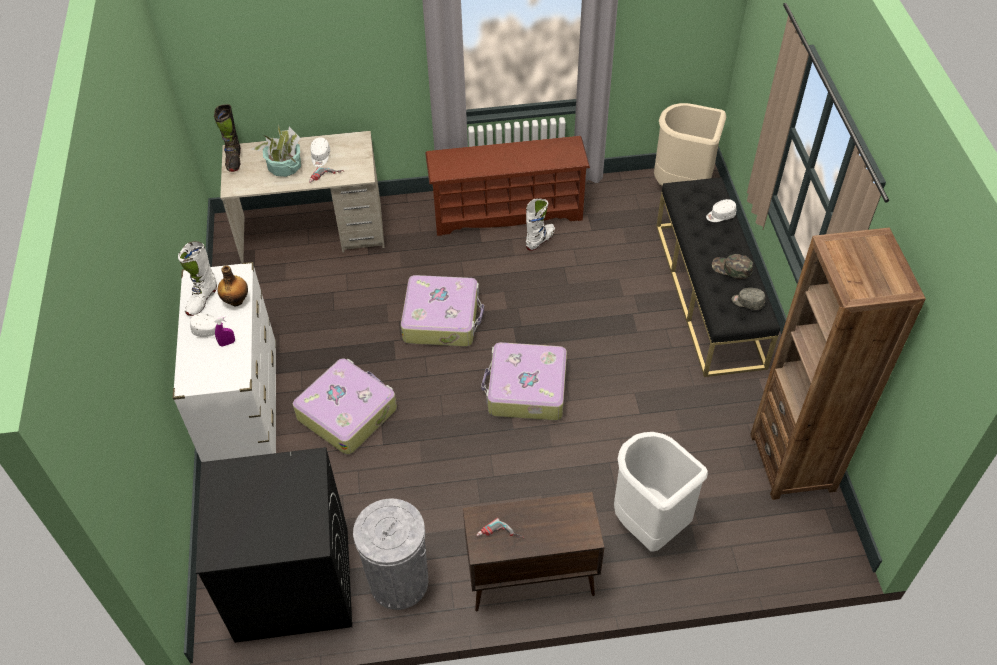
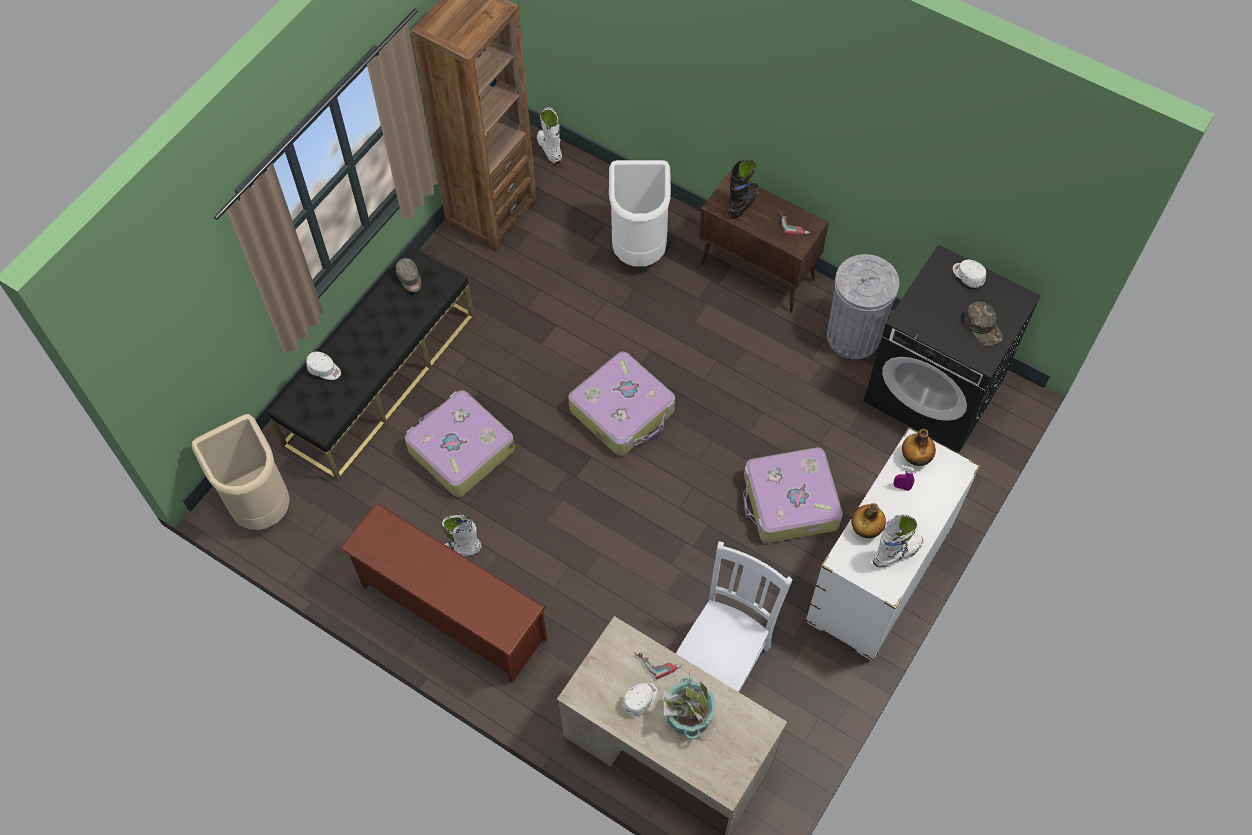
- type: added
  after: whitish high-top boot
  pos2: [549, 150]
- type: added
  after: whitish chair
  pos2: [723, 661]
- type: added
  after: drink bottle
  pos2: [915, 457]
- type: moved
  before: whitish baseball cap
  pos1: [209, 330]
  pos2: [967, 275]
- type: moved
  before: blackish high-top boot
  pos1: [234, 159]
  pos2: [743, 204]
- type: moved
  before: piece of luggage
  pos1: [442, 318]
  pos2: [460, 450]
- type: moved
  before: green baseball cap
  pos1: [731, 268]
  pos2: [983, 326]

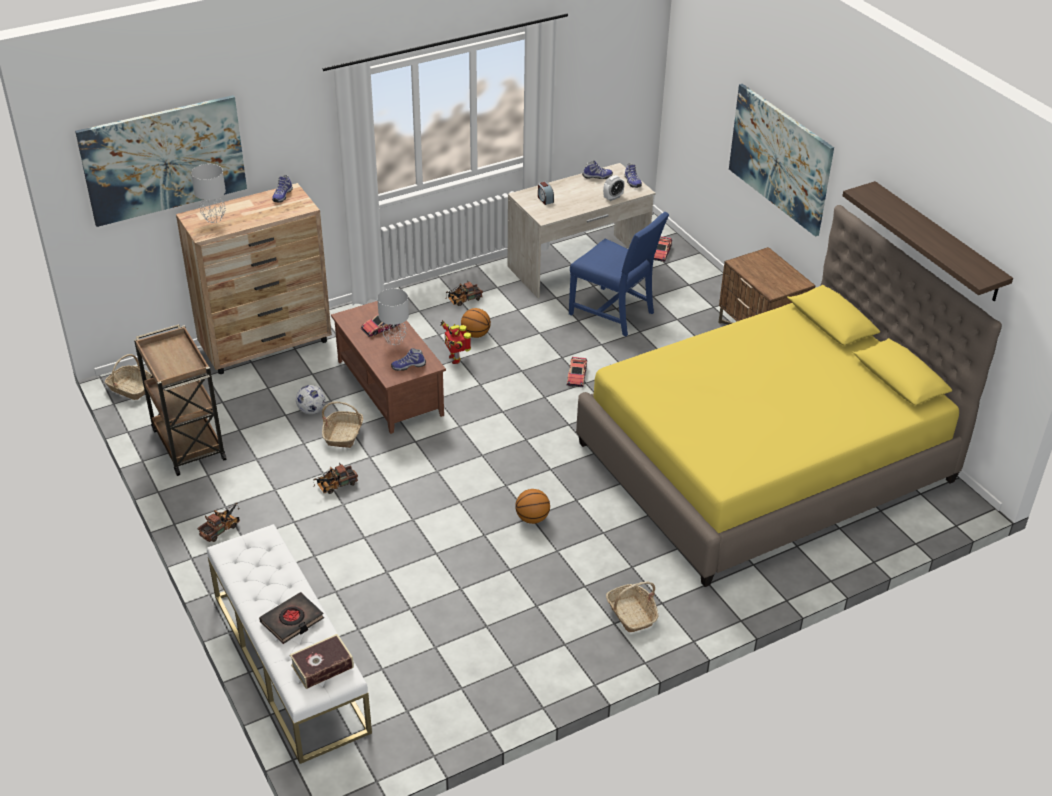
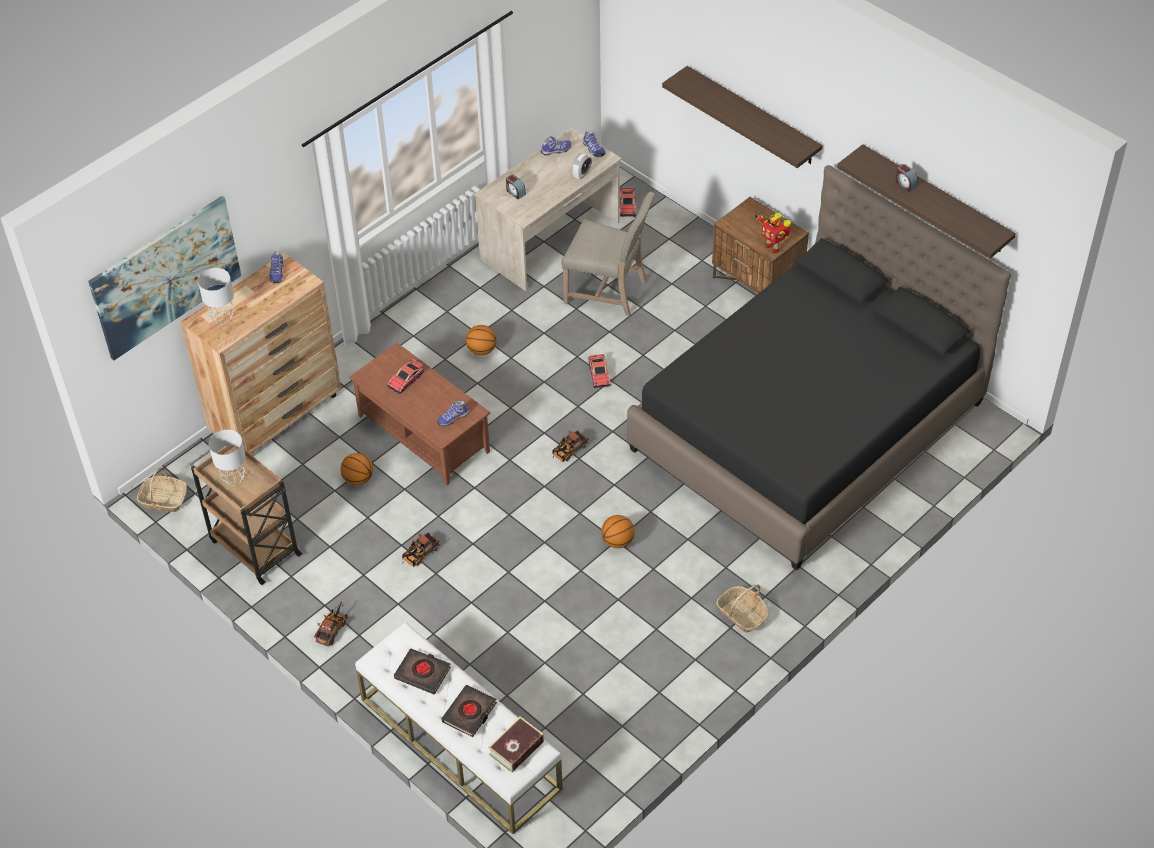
- type: removed
  before: storage basket
  pos1: [343, 434]
- type: added
  after: blackish volume
  pos2: [423, 673]
- type: added
  after: bedside clock
  pos2: [905, 184]
- type: moved
  before: greyish table lamp
  pos1: [394, 340]
  pos2: [233, 479]
- type: moved
  before: model robot
  pos1: [455, 358]
  pos2: [772, 247]
- type: moved
  before: toy truck
  pos1: [463, 300]
  pos2: [568, 452]
- type: replaced
  before: football ball
  after: basketball
  pos1: [311, 410]
  pos2: [358, 479]
- type: replaced
  before: picture
  after: wall shelf
  pos1: [780, 158]
  pos2: [752, 116]
- type: recoloured
  before: blue chair
  after: beige-coloured chair
  pos1: [614, 313]
  pos2: [608, 291]
- type: recoloured
  before: yellow-coloured bedroom bed
  after: blackish bedroom bed
  pos1: [765, 462]
  pos2: [807, 426]

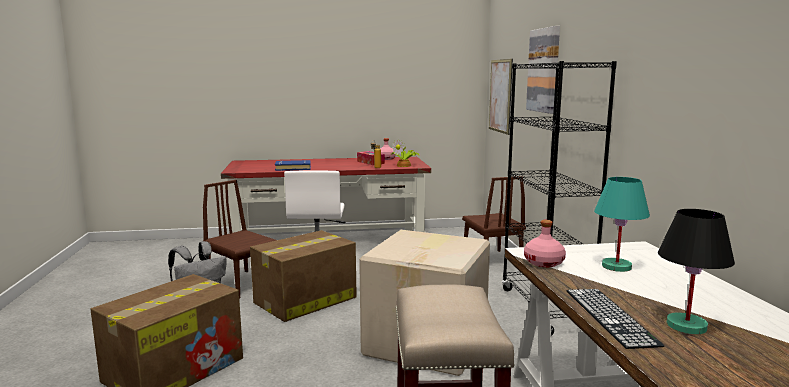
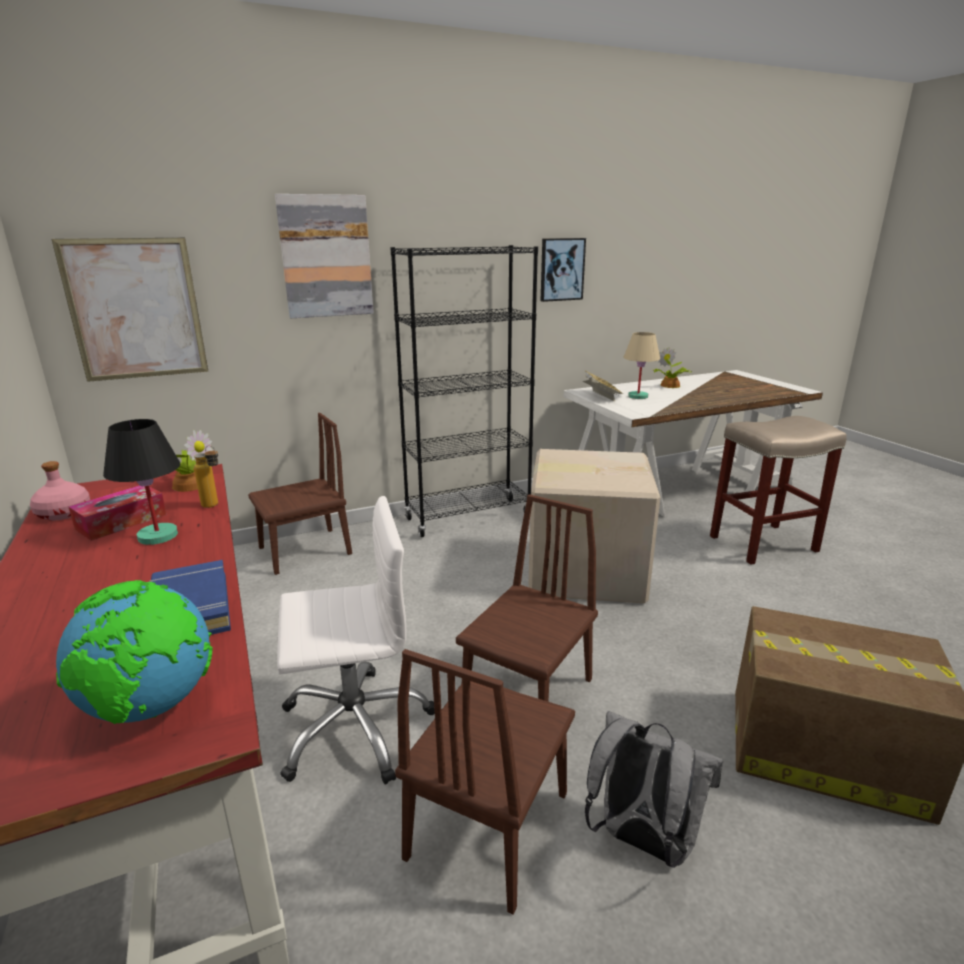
- type: removed
  before: pink drink bottle
  pos1: [544, 262]
- type: removed
  before: keyboard
  pos1: [610, 316]
- type: added
  after: globe
  pos2: [151, 707]
- type: added
  after: picture
  pos2: [561, 269]
- type: added
  after: volume
  pos2: [600, 396]
- type: added
  after: houseplant
  pos2: [670, 386]
- type: moved
  before: blackish table lamp
  pos1: [686, 326]
  pos2: [158, 536]
- type: replaced
  before: cardboard box
  after: brown chair
  pos1: [304, 300]
  pos2: [528, 694]
- type: recoloured
  before: blue-green table lamp
  after: beige-coloured table lamp
  pos1: [615, 266]
  pos2: [638, 396]

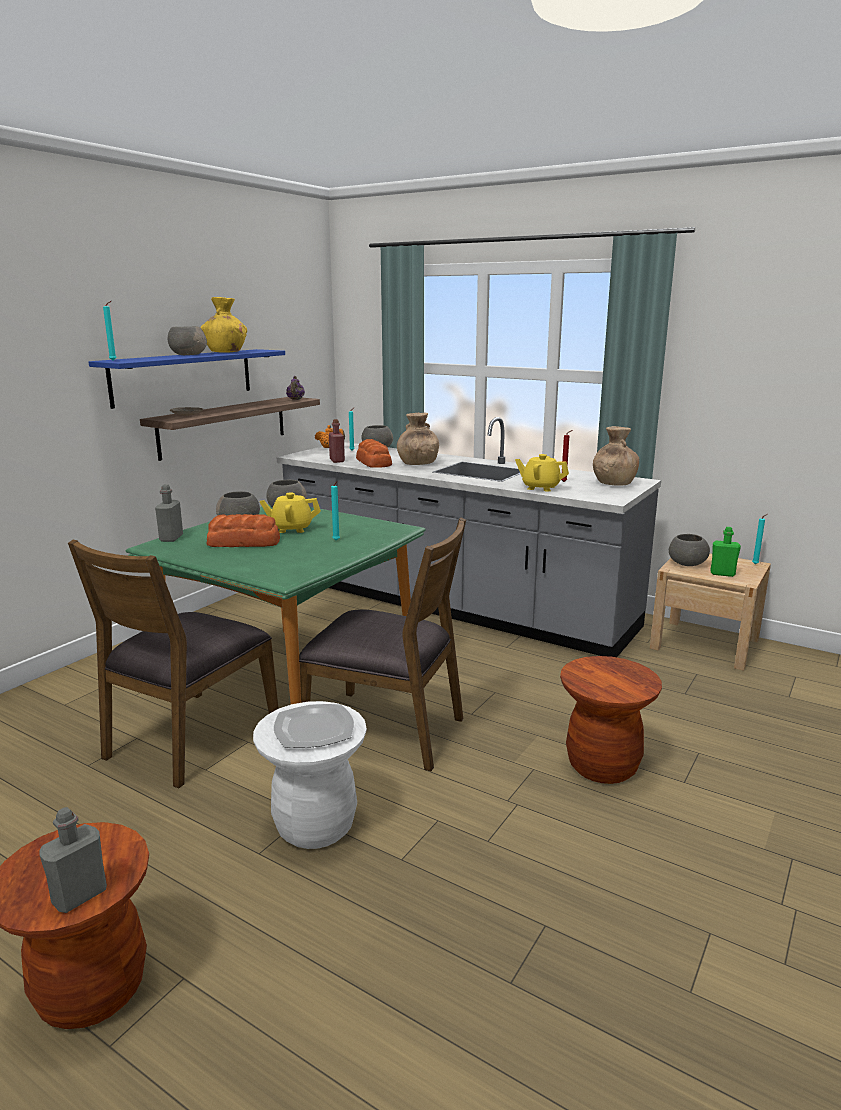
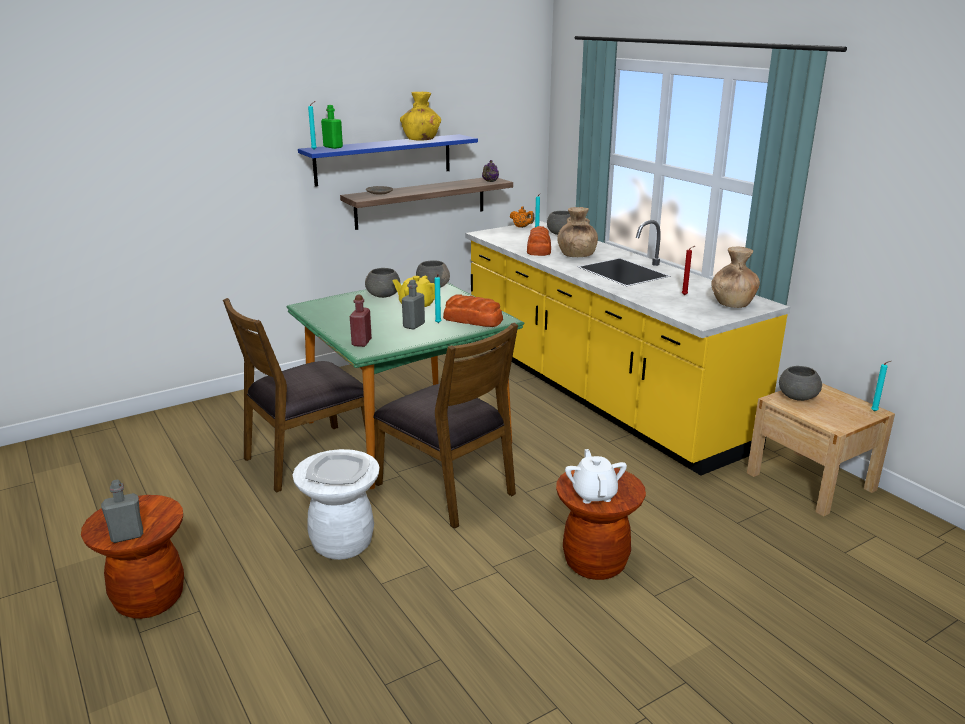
- type: removed
  before: greyish bowl
  pos1: [188, 355]
- type: removed
  before: yellow-coloured tea pot
  pos1: [540, 488]
- type: added
  after: whitish tea pot
  pos2: [594, 494]
- type: moved
  before: greyish drink bottle
  pos1: [171, 538]
  pos2: [414, 325]
- type: moved
  before: baked bread
  pos1: [244, 542]
  pos2: [473, 320]
- type: moved
  before: red-coloured drink bottle
  pos1: [337, 460]
  pos2: [361, 342]
- type: moved
  before: green drink bottle
  pos1: [722, 573]
  pos2: [333, 147]
- type: recoloured
  before: greyish counter
  after: yellow-coloured counter
  pos1: [453, 604]
  pos2: [596, 392]

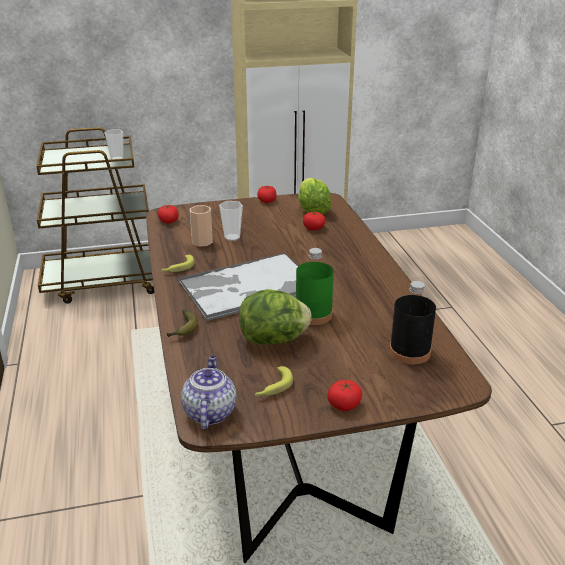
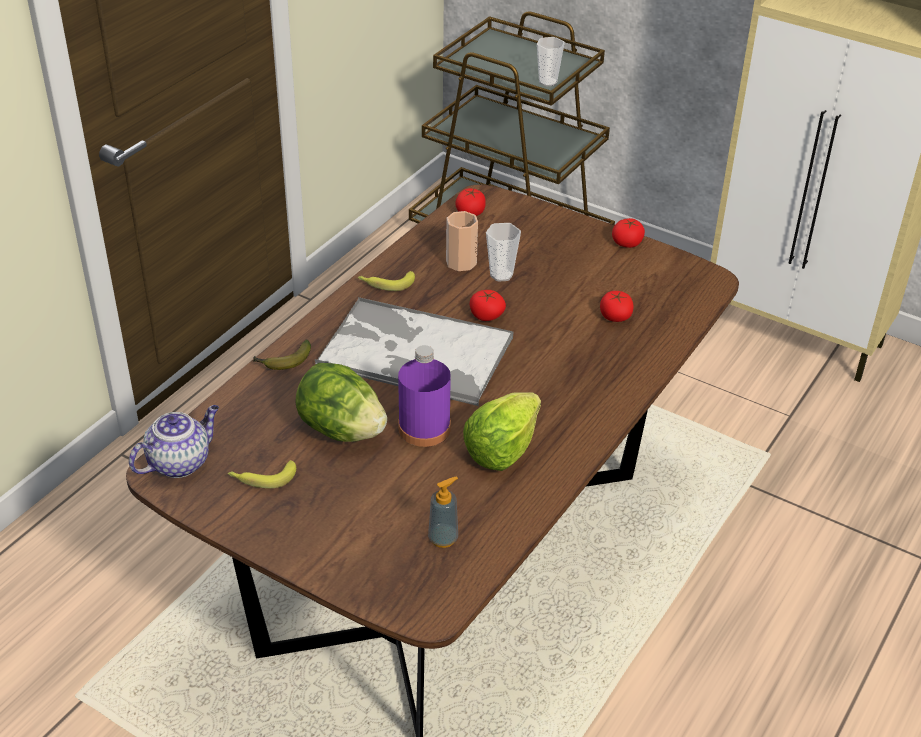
- type: moved
  before: lettuce head
  pos1: [312, 210]
  pos2: [502, 449]
- type: moved
  before: tomato
  pos1: [344, 404]
  pos2: [486, 315]
- type: replaced
  before: blackish drink bottle
  after: soap bottle
  pos1: [409, 352]
  pos2: [443, 538]
- type: recoloured
  before: green drink bottle
  after: purple-coloured drink bottle
  pos1: [313, 314]
  pos2: [424, 428]

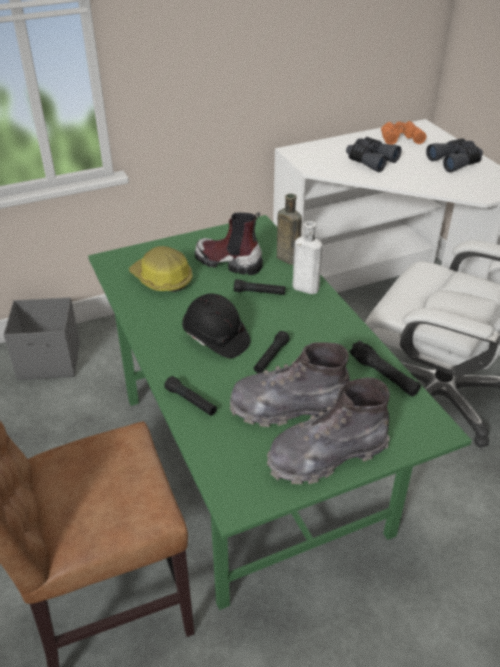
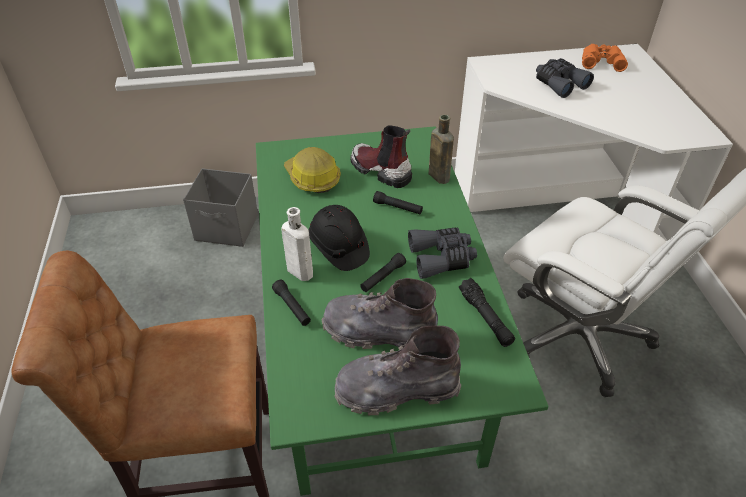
- type: moved
  before: whitish drink bottle
  pos1: [303, 287]
  pos2: [298, 271]
- type: moved
  before: greyish field glasses
  pos1: [455, 161]
  pos2: [441, 258]

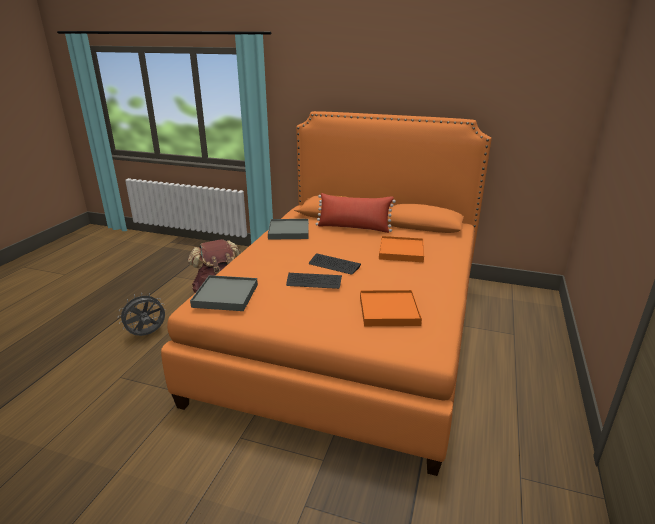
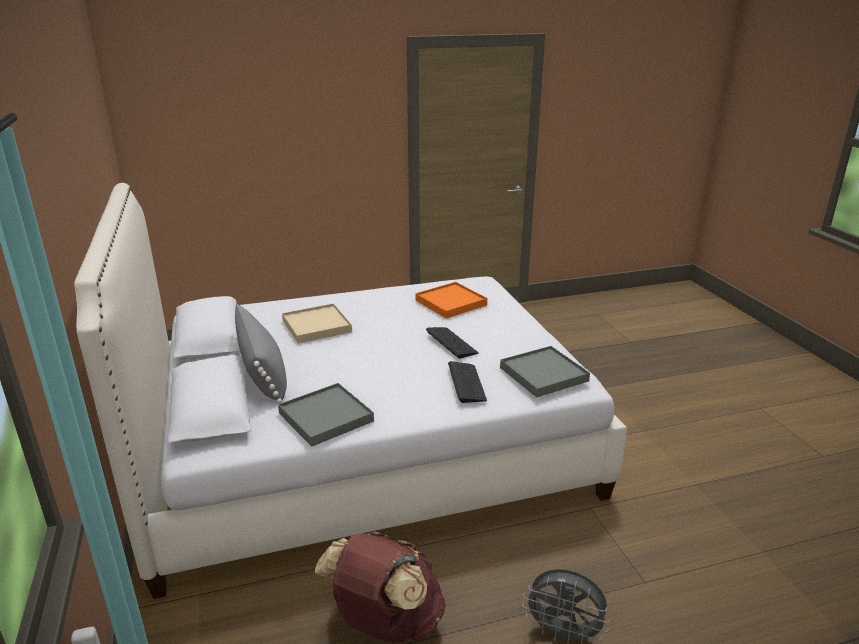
- type: moved
  before: keyboard
  pos1: [334, 265]
  pos2: [466, 383]
- type: recoloured
  before: orange-coloured bedroom bed
  after: whitish bedroom bed
  pos1: [349, 331]
  pos2: [364, 448]
- type: recoloured
  before: red-coloured throw pillow
  after: greyish throw pillow
  pos1: [354, 228]
  pos2: [263, 374]
- type: recoloured
  before: orange-coloured carrying tray
  after: beige-coloured carrying tray
  pos1: [401, 251]
  pos2: [316, 326]

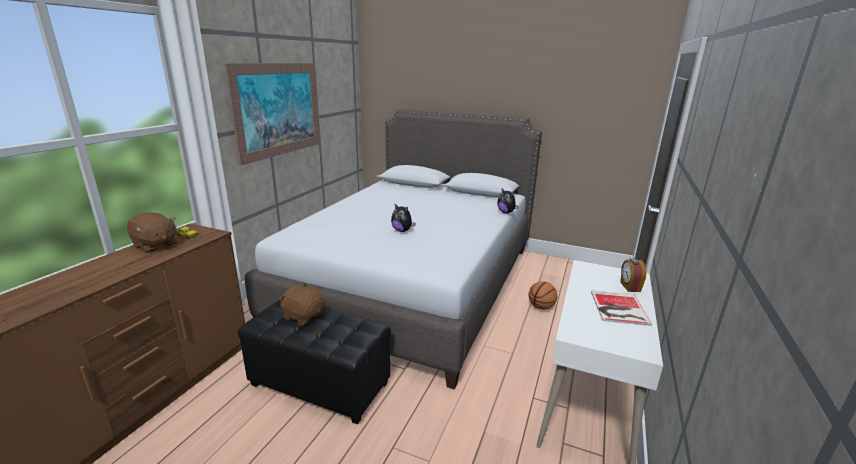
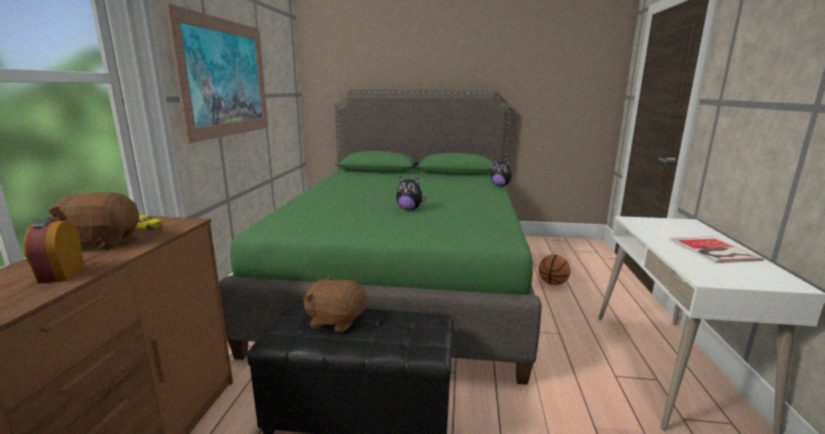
- type: moved
  before: bedside clock
  pos1: [629, 287]
  pos2: [60, 274]
- type: recoloured
  before: greyish bedroom bed
  after: green bedroom bed
  pos1: [413, 283]
  pos2: [404, 279]
- type: turned
  before: brown soft toy
  pos1: [155, 245]
  pos2: [100, 243]
  turn: 150

